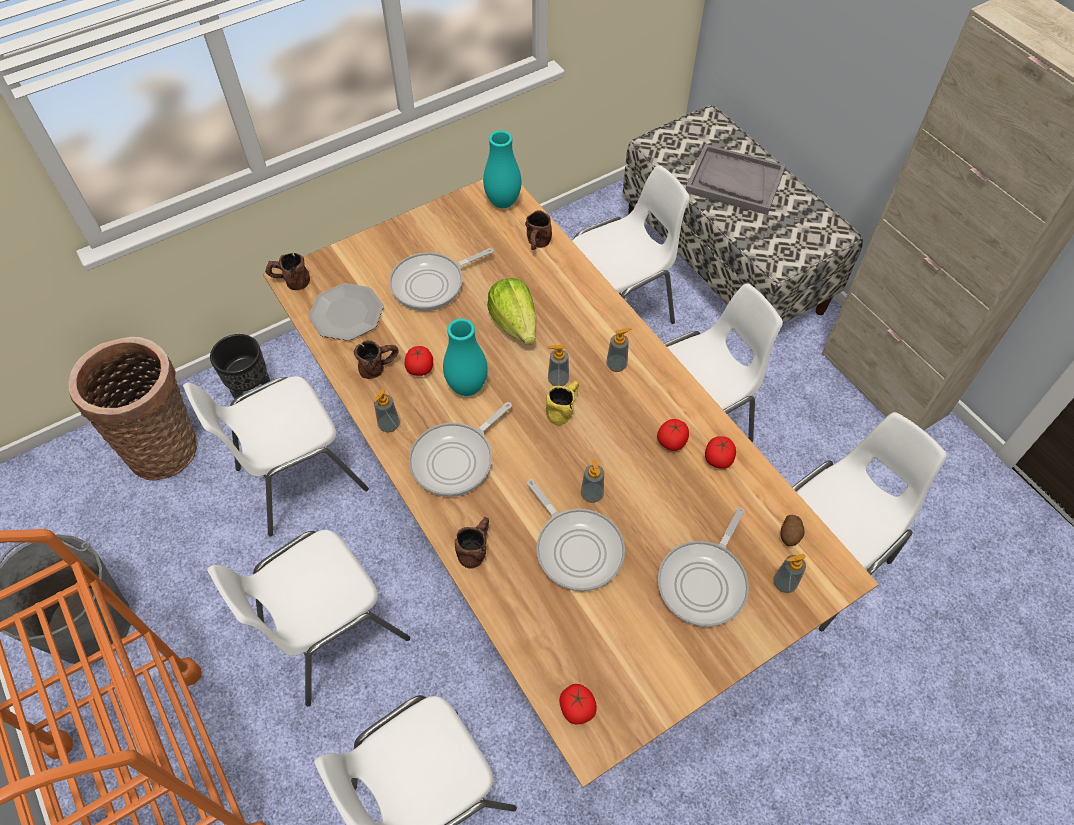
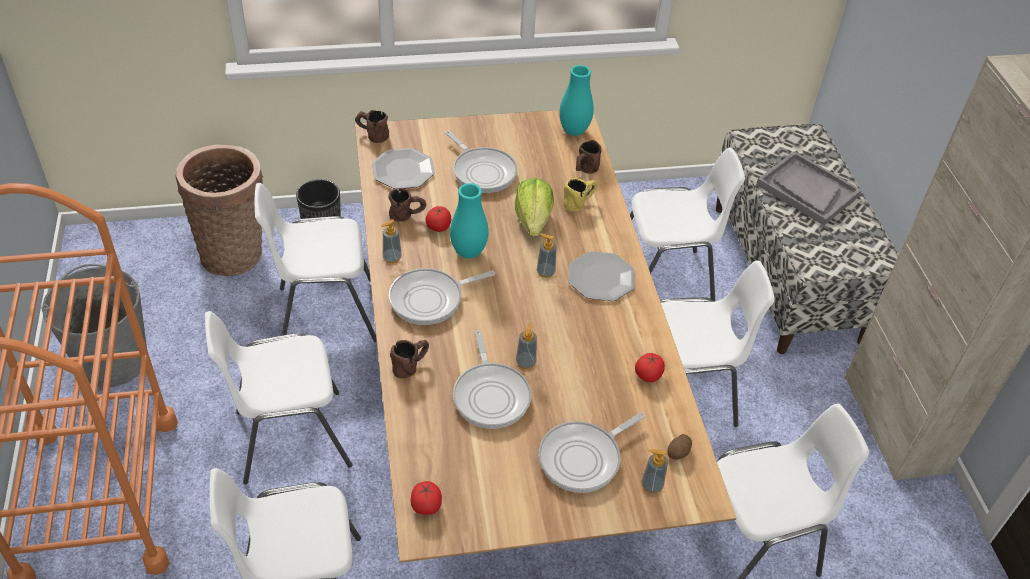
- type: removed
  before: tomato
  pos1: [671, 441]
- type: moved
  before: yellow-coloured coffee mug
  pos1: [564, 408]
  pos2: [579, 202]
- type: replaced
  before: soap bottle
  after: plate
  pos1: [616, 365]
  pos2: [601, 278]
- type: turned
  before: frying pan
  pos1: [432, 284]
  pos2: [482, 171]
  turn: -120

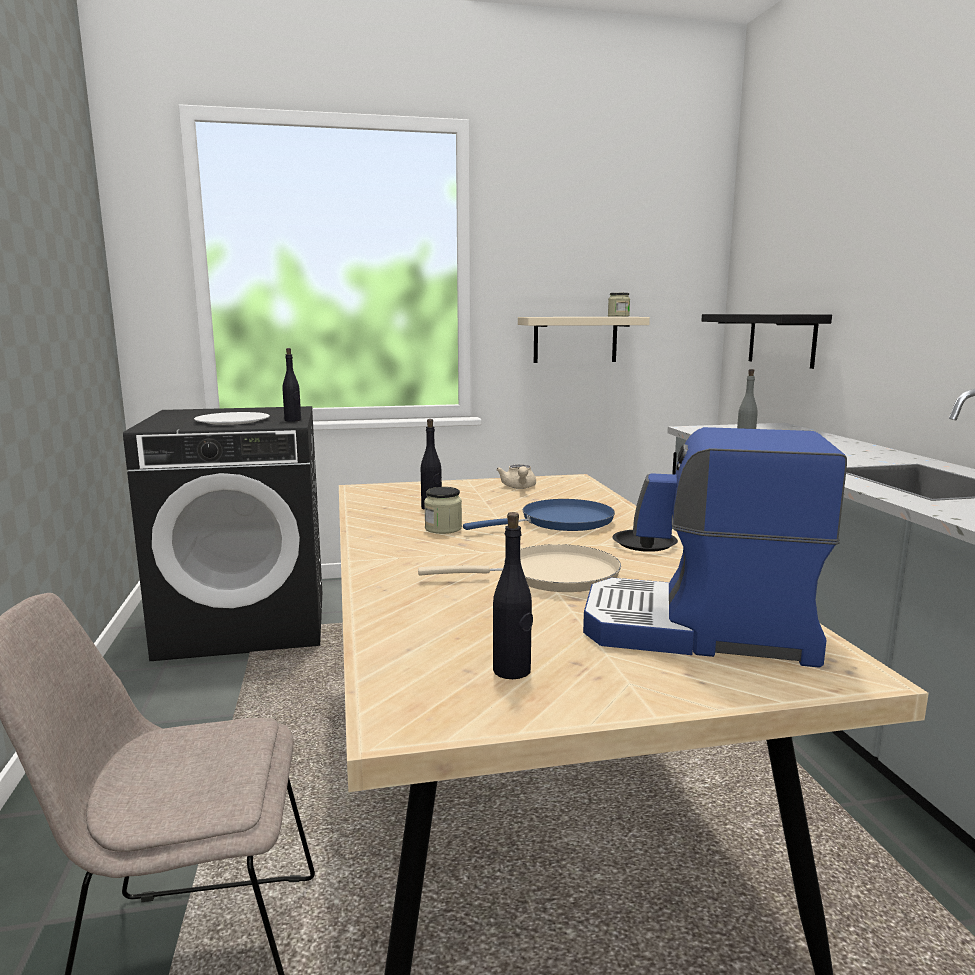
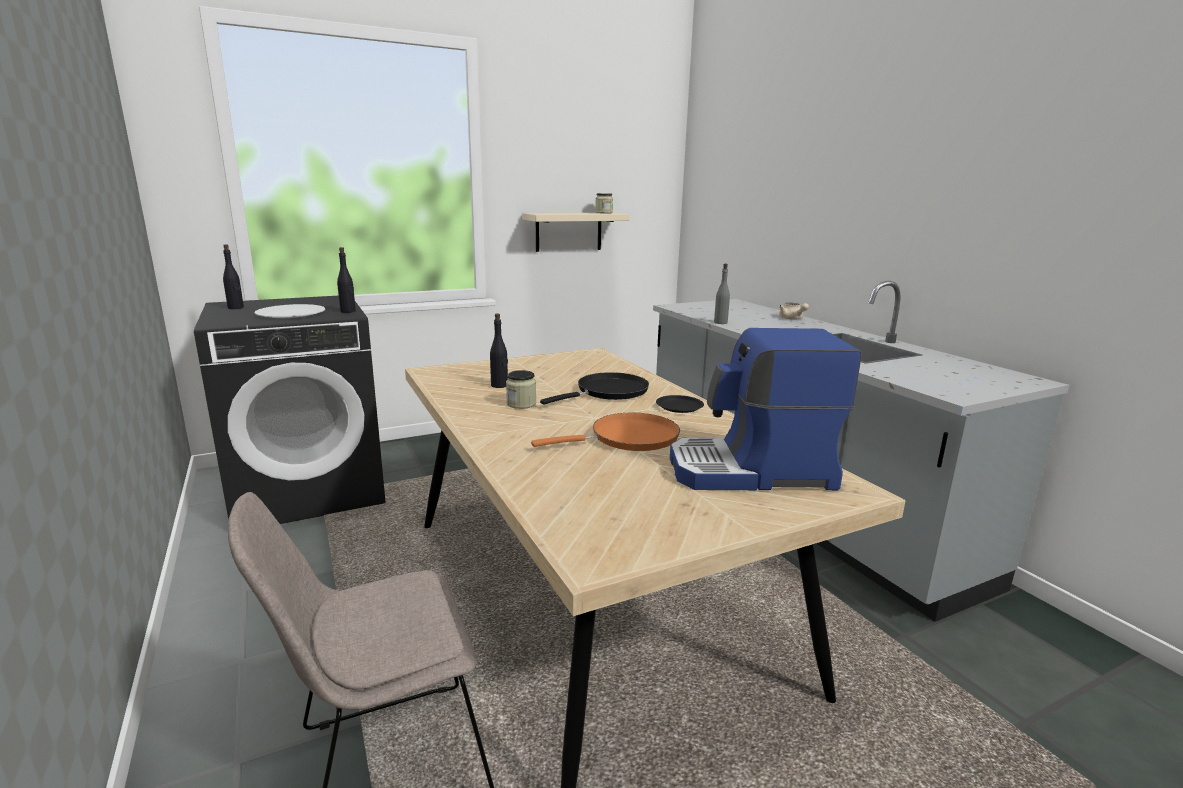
- type: removed
  before: blackish wall shelf
  pos1: [781, 339]
- type: moved
  before: blackish drink bottle
  pos1: [512, 671]
  pos2: [236, 308]
- type: moved
  before: beige-coloured tea pot
  pos1: [519, 487]
  pos2: [792, 318]
- type: recoloured
  before: beige-coloured frying pan
  after: orange-coloured frying pan
  pos1: [551, 576]
  pos2: [628, 438]
- type: recoloured
  before: blue frying pan
  after: blackish frying pan
  pos1: [561, 522]
  pos2: [608, 392]

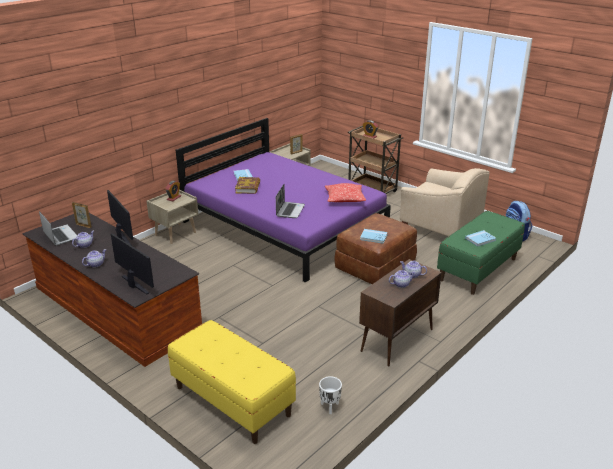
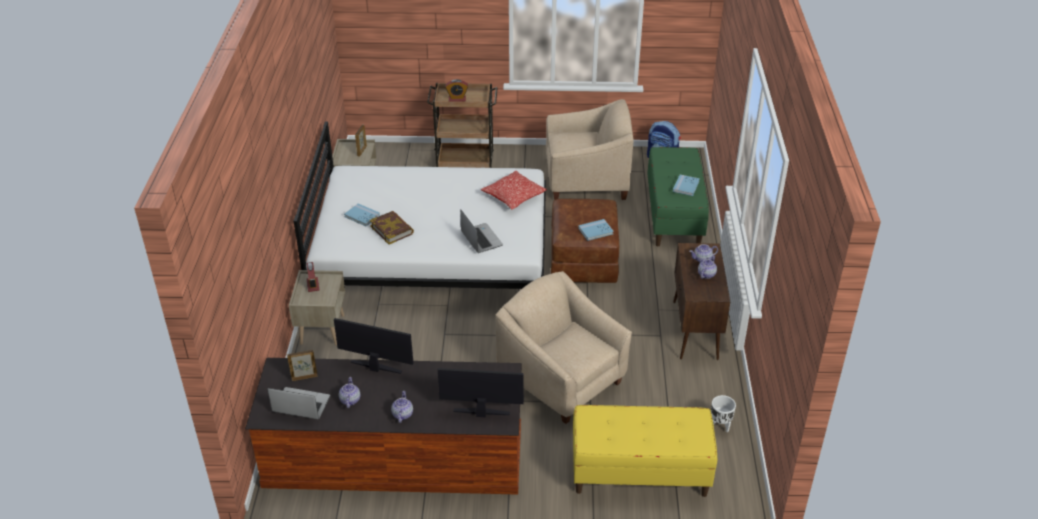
- type: added
  after: beige-coloured armchair
  pos2: [562, 380]
- type: recoloured
  before: purple-coloured bedroom bed
  after: whitish bedroom bed
  pos1: [284, 226]
  pos2: [432, 256]

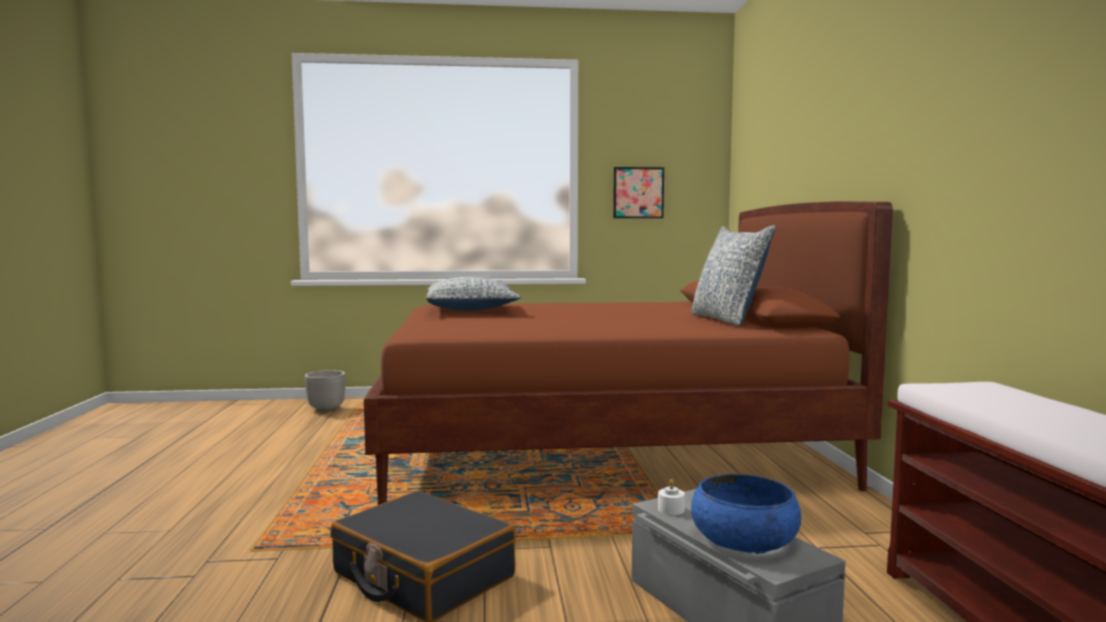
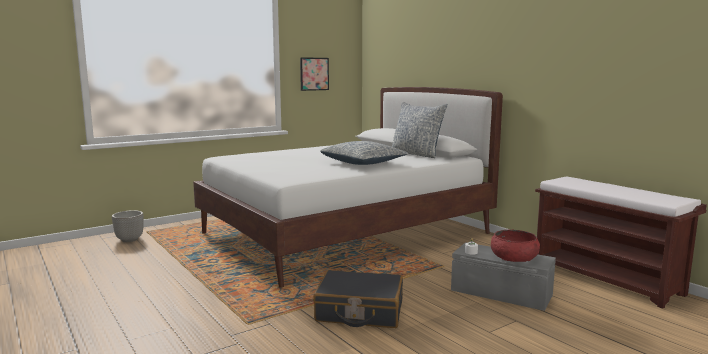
- type: moved
  before: throw pillow
  pos1: [471, 310]
  pos2: [363, 163]
- type: recoloured
  before: brown bedroom bed
  after: whitish bedroom bed
  pos1: [601, 446]
  pos2: [346, 233]
- type: recoloured
  before: blue bowl
  after: red-coloured bowl
  pos1: [744, 538]
  pos2: [514, 257]

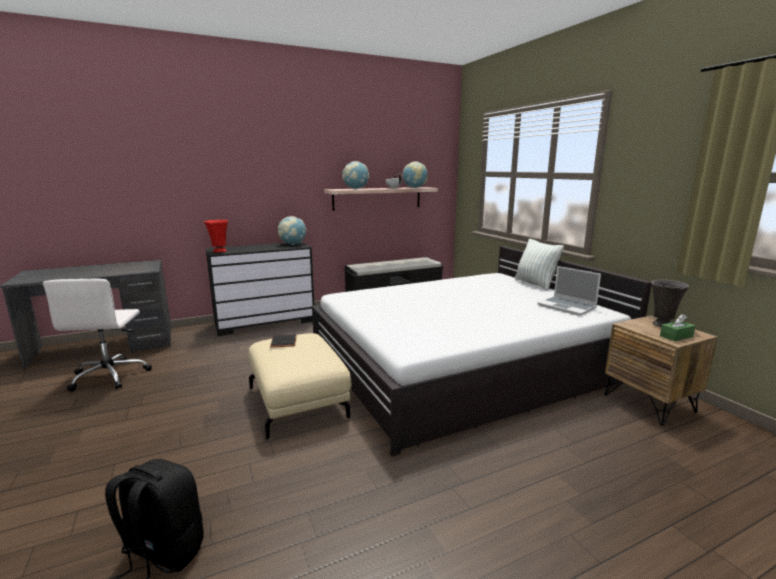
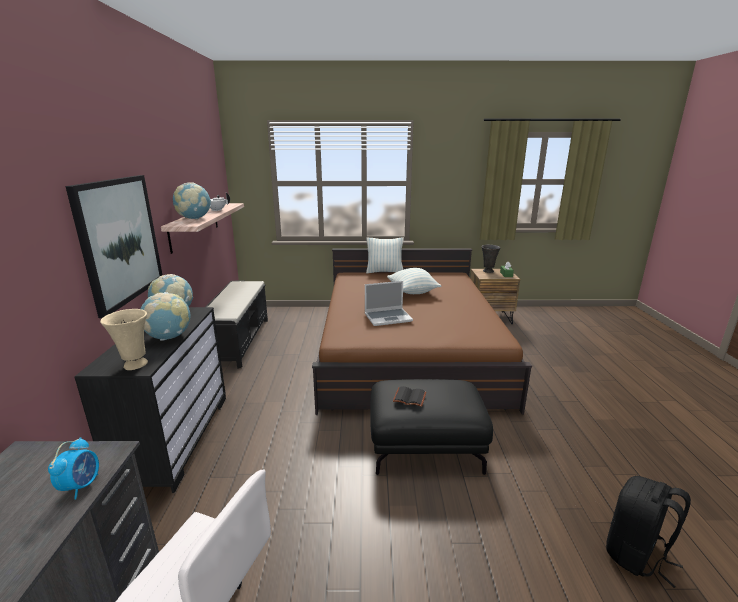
- type: added
  after: bedside clock
  pos2: [81, 485]
- type: added
  after: picture
  pos2: [120, 240]
- type: added
  after: throw pillow
  pos2: [412, 292]
- type: moved
  before: globe
  pos1: [414, 187]
  pos2: [169, 337]
- type: moved
  before: notebook computer
  pos1: [567, 307]
  pos2: [388, 317]
- type: recoloured
  before: red-coloured vase
  after: beige-coloured vase
  pos1: [219, 251]
  pos2: [134, 365]
- type: recoloured
  before: beige-coloured ottoman
  after: blackish ottoman
  pos1: [299, 402]
  pos2: [425, 444]
- type: recoloured
  before: whitish bedroom bed
  after: brown bedroom bed
  pos1: [463, 365]
  pos2: [407, 351]

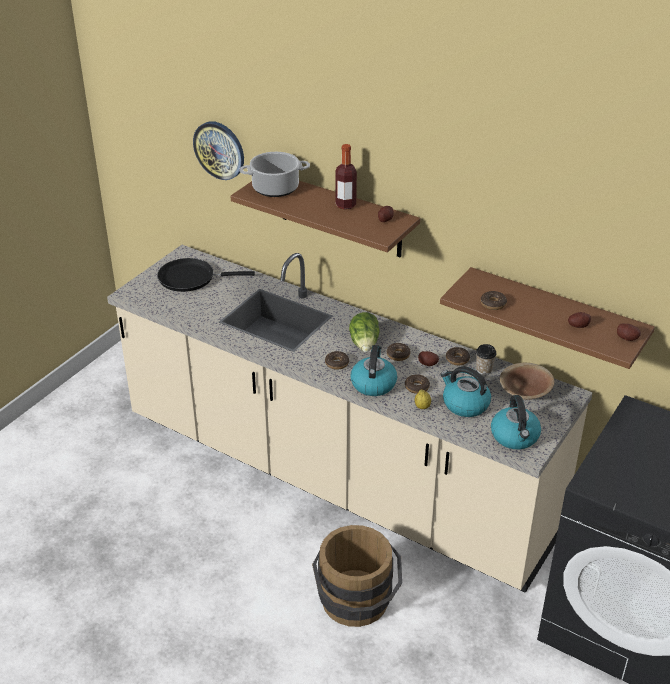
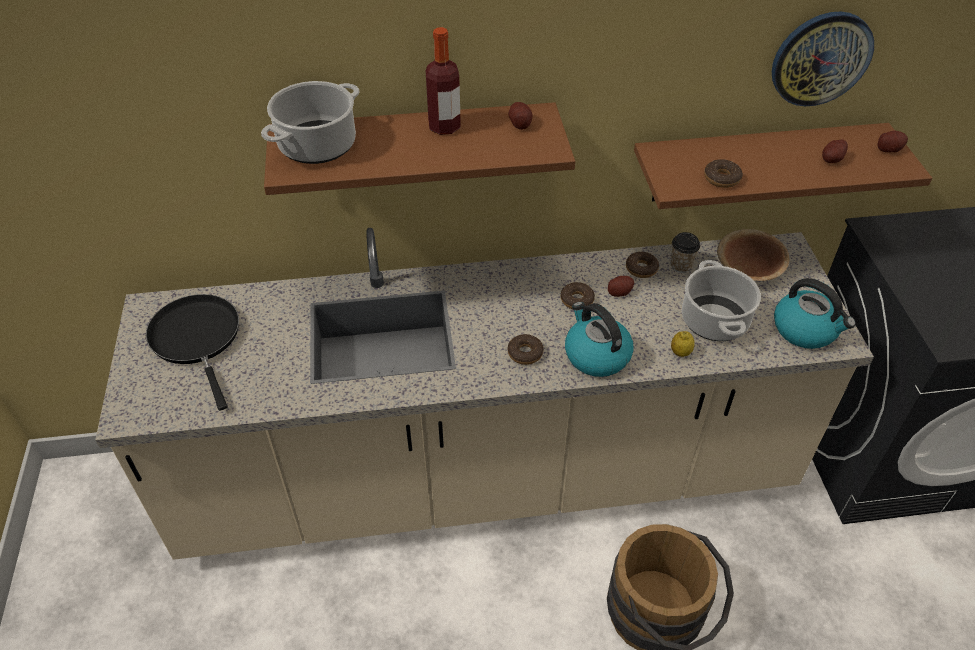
- type: removed
  before: lettuce head
  pos1: [365, 344]
- type: removed
  before: ring doughnut
  pos1: [417, 387]
- type: moved
  before: hanging clock
  pos1: [219, 150]
  pos2: [820, 58]
- type: replaced
  before: tea kettle
  after: cooking pot
  pos1: [464, 404]
  pos2: [715, 321]
- type: turned
  before: blackish frying pan
  pos1: [191, 278]
  pos2: [197, 339]
  turn: 105

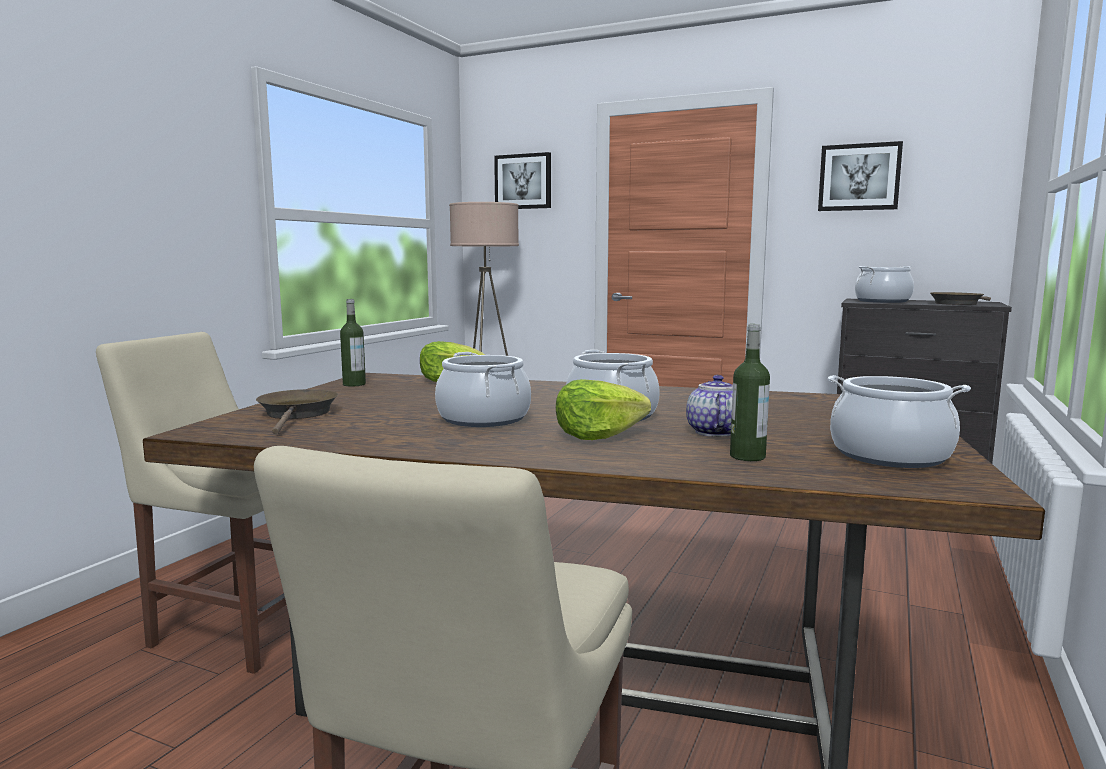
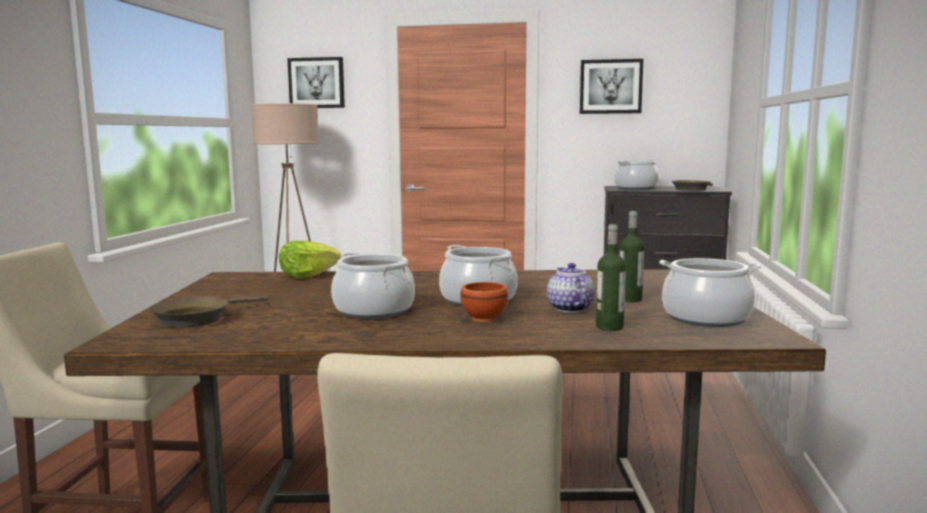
- type: moved
  before: drink bottle
  pos1: [354, 384]
  pos2: [630, 299]
- type: replaced
  before: lettuce head
  after: brown bowl
  pos1: [597, 435]
  pos2: [482, 318]
- type: turned
  before: brown frying pan
  pos1: [298, 414]
  pos2: [197, 318]
  turn: -120

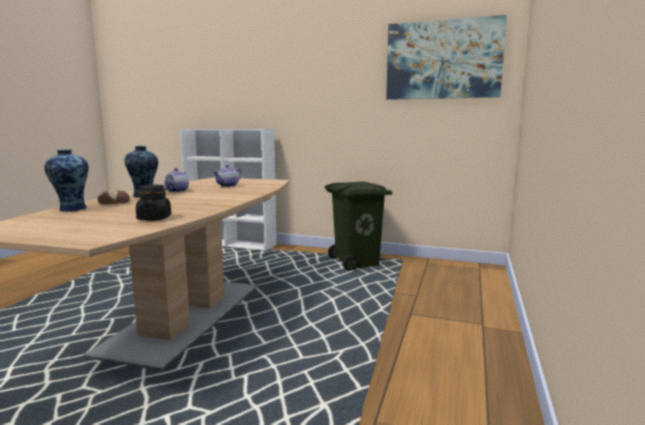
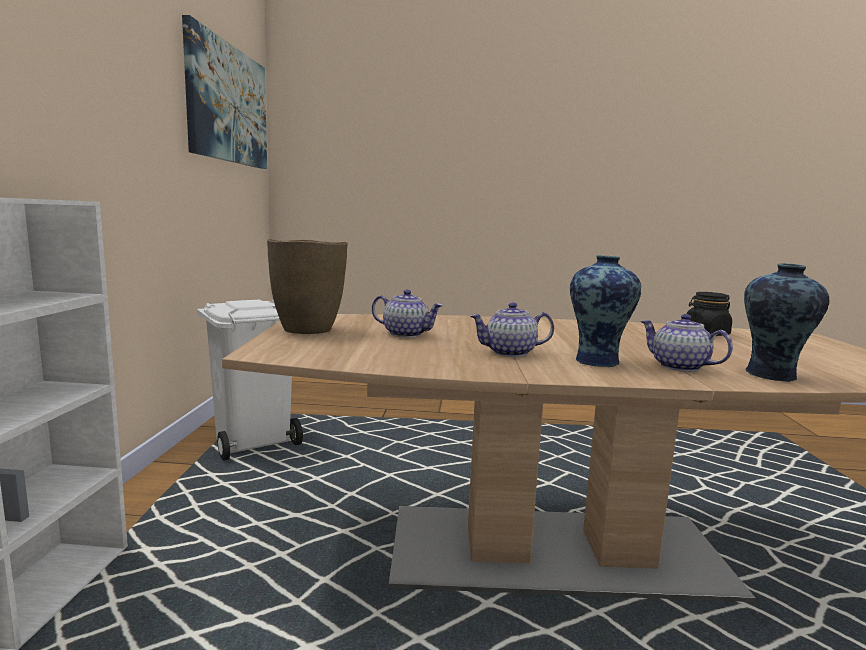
- type: added
  after: brown vase
  pos2: [307, 330]
- type: replaced
  before: baked bread
  after: tea pot
  pos1: [114, 202]
  pos2: [678, 367]
- type: recoloured
  before: green trash can
  after: whitish trash can
  pos1: [357, 263]
  pos2: [254, 440]

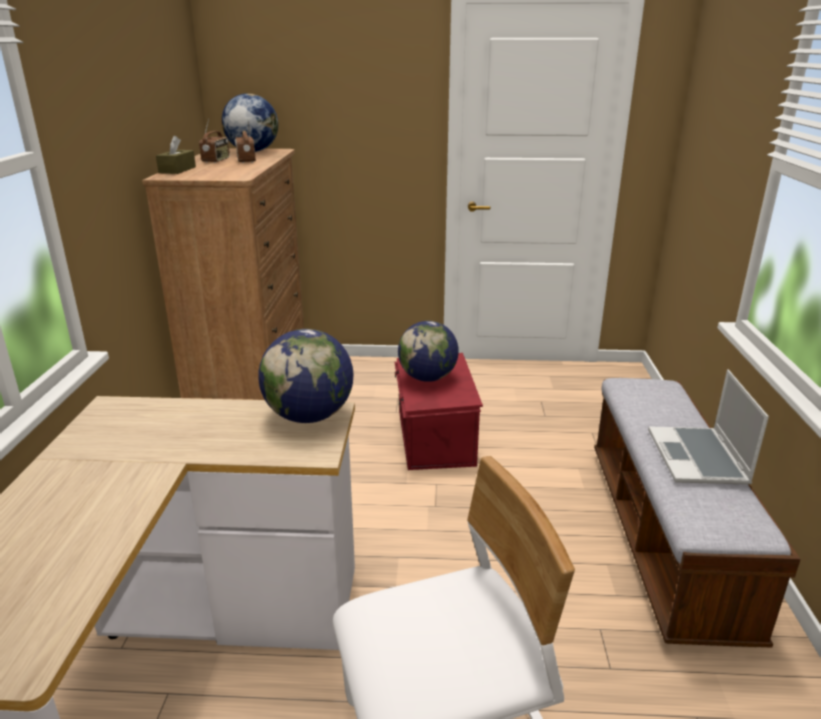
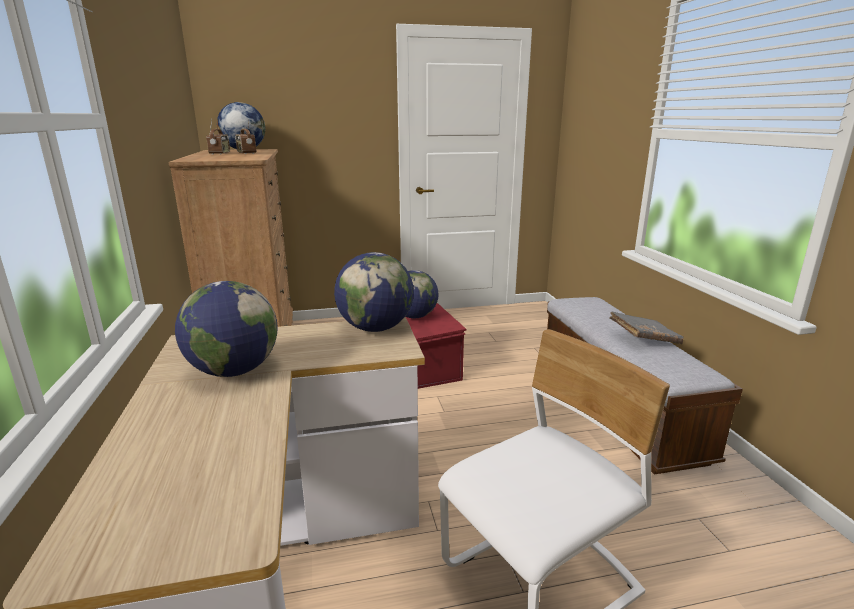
- type: removed
  before: brown tissue box
  pos1: [177, 170]
- type: added
  after: globe
  pos2: [234, 371]
- type: replaced
  before: notebook computer
  after: greyish volume
  pos1: [698, 458]
  pos2: [644, 338]

